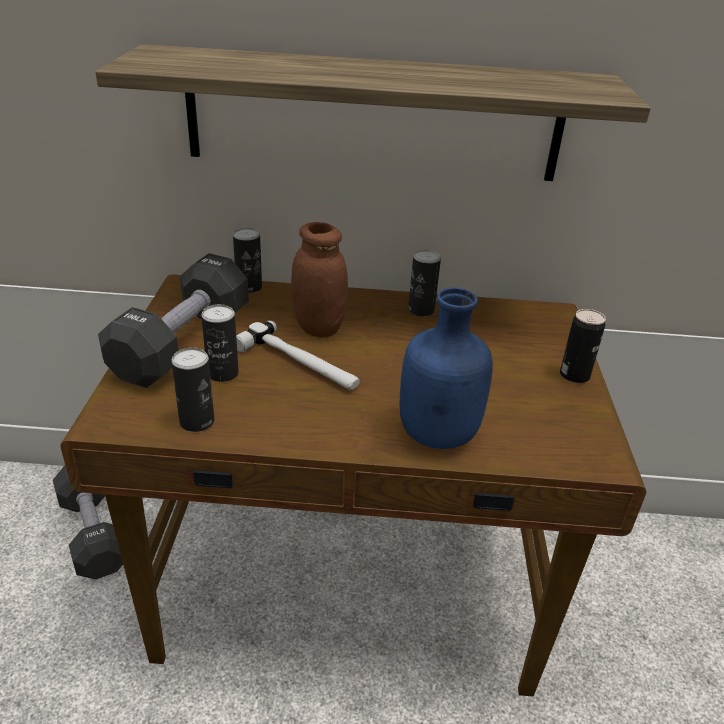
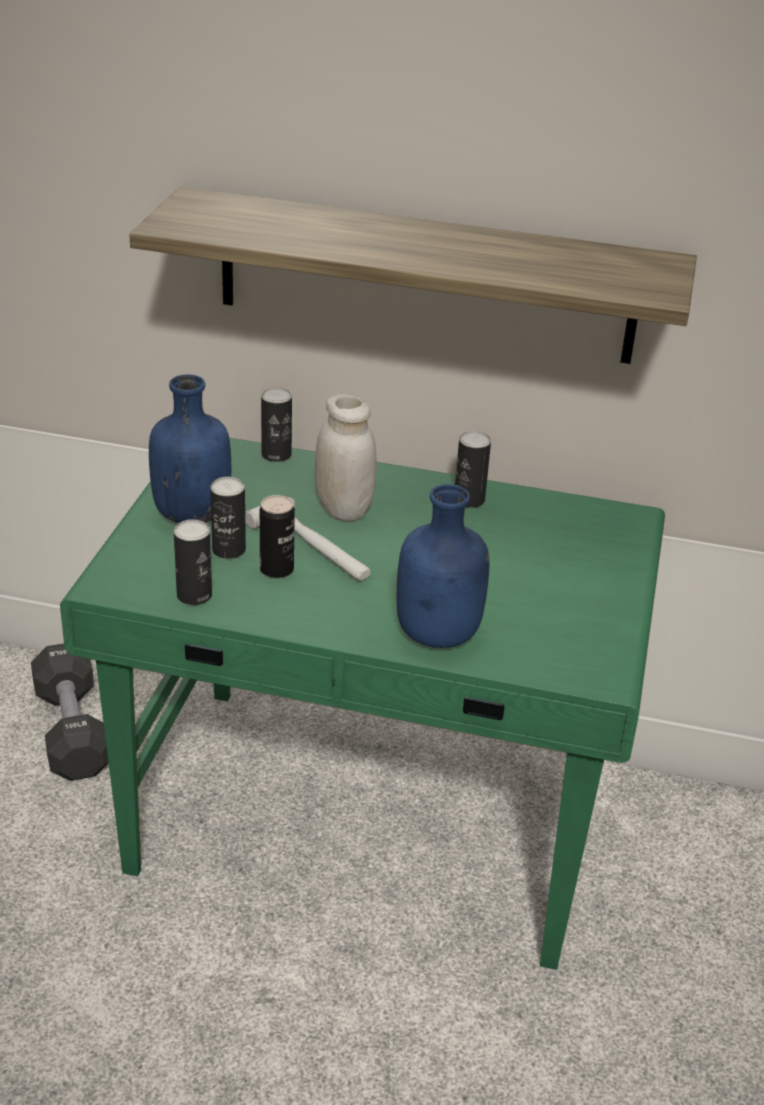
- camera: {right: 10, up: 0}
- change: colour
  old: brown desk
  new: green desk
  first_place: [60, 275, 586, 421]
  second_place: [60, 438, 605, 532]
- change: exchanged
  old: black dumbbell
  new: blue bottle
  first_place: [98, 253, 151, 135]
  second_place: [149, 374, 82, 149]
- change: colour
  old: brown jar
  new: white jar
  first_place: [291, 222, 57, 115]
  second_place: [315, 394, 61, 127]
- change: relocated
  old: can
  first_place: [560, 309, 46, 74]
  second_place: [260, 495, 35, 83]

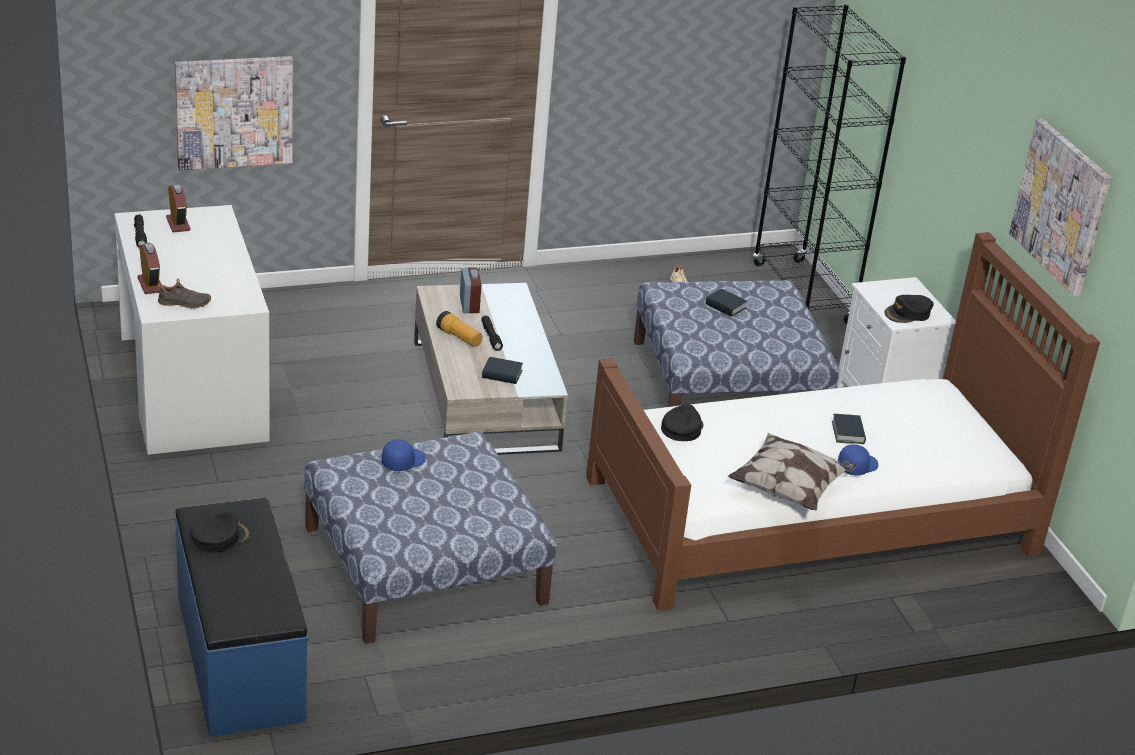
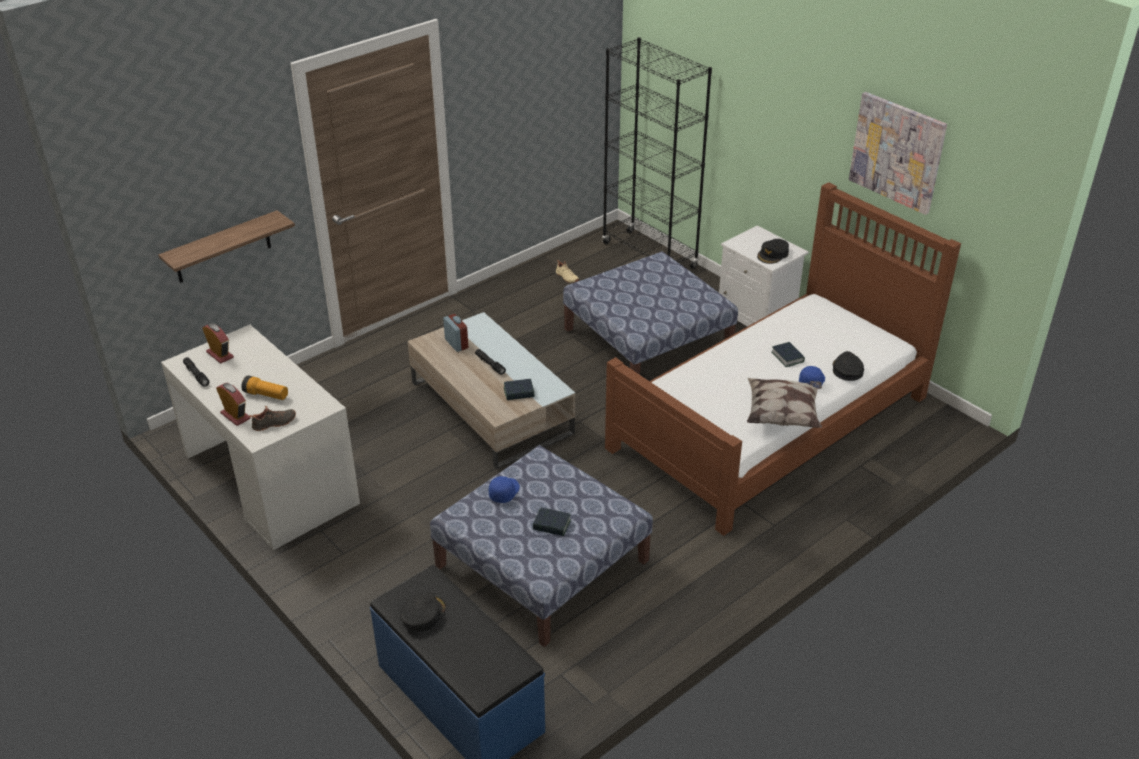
- camera: {right: -20, up: 5}
- change: exchanged
  old: picture
  new: shelf
  first_place: [175, 56, 118, 114]
  second_place: [158, 210, 137, 73]
- change: relocated
  old: flashlight
  first_place: [436, 311, 46, 36]
  second_place: [241, 375, 47, 25]
- change: relocated
  old: black cap
  first_place: [661, 404, 42, 37]
  second_place: [833, 351, 31, 30]
- change: relocated
  old: book
  first_place: [705, 289, 42, 28]
  second_place: [533, 508, 38, 28]

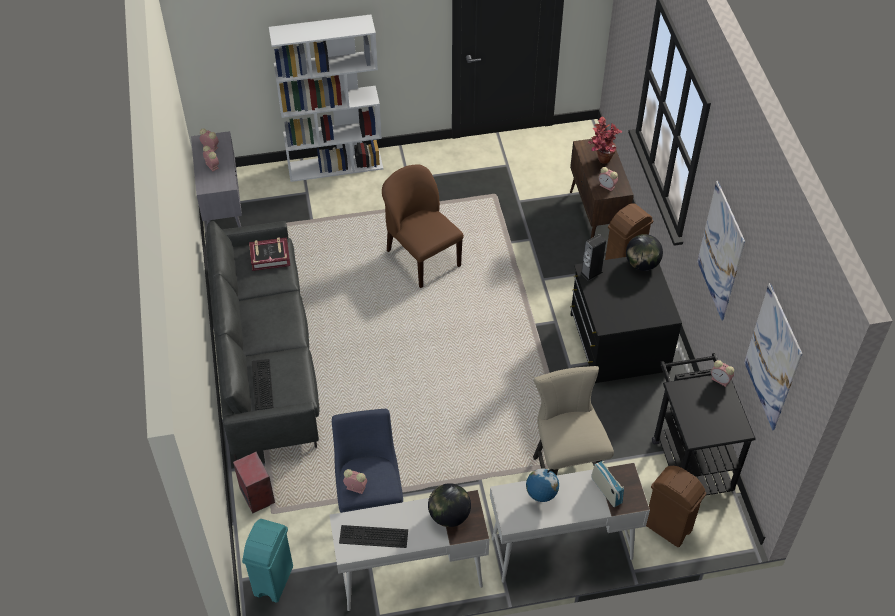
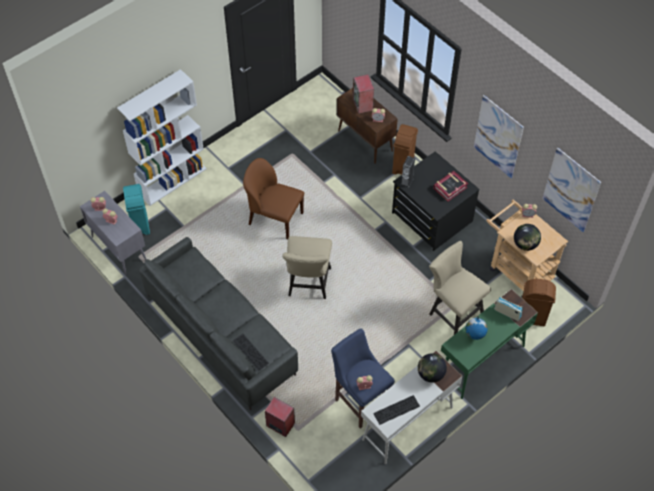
- camera: {right: -30, up: 5}
- change: relocated
  old: turquoise trash can
  first_place: [242, 519, 51, 84]
  second_place: [123, 184, 27, 51]
- change: relocated
  old: book
  first_place: [249, 237, 41, 34]
  second_place: [433, 171, 35, 30]
- change: colour
  old: white desk
  new: green desk
  first_place: [490, 463, 160, 120]
  second_place: [441, 289, 97, 110]
- change: exchanged
  old: potted plant
  new: speaker
  first_place: [588, 117, 35, 47]
  second_place: [353, 74, 21, 40]
- change: relocated
  old: globe
  first_place: [626, 234, 37, 37]
  second_place: [514, 224, 27, 27]
- change: colour
  old: black cart
  new: beige cart
  first_place: [652, 353, 104, 143]
  second_place: [486, 200, 82, 98]
- change: appeared
  new: beige chair
  second_place: [282, 236, 50, 63]

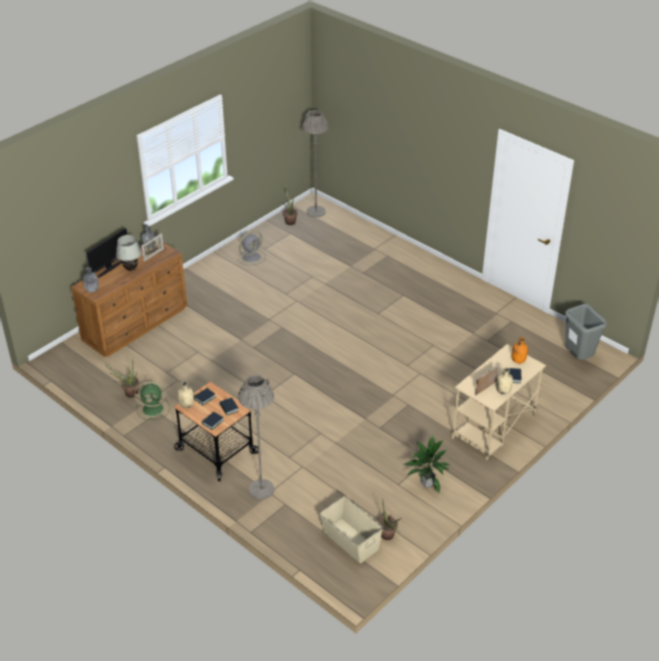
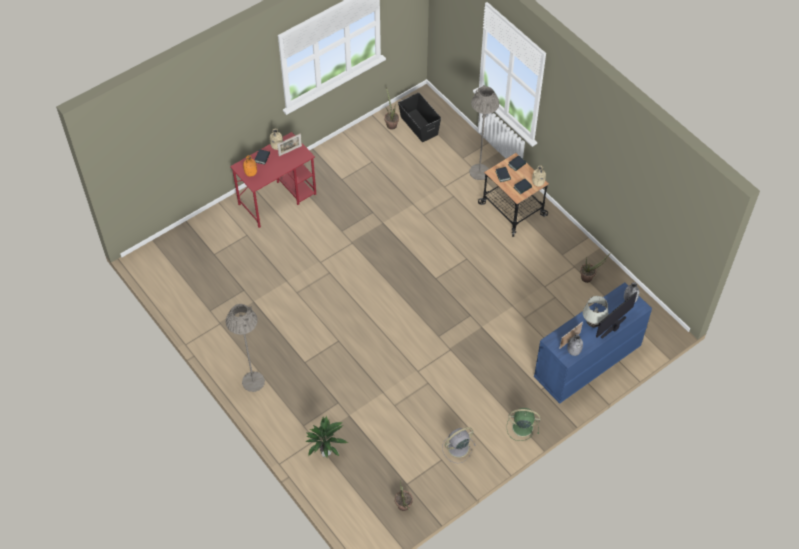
- camera: {right: -170, up: 15}
- change: colour
  old: brown dresser
  new: blue dresser
  first_place: [71, 242, 117, 115]
  second_place: [534, 282, 118, 122]
- change: relocated
  old: green fan
  first_place: [134, 382, 36, 38]
  second_place: [507, 408, 33, 33]
- change: relocated
  old: grey floor lamp
  first_place: [302, 110, 26, 107]
  second_place: [226, 304, 39, 88]
- change: colour
  old: beige storage box
  new: black storage box
  first_place: [320, 496, 63, 67]
  second_place: [398, 93, 43, 49]
- change: relocated
  old: potted plant
  first_place: [403, 435, 47, 58]
  second_place: [305, 416, 43, 42]
- change: colour
  old: beige desk
  new: red desk
  first_place: [452, 344, 94, 116]
  second_place: [230, 132, 86, 96]
- change: missing
  old: grey trash can
  first_place: [565, 304, 42, 56]

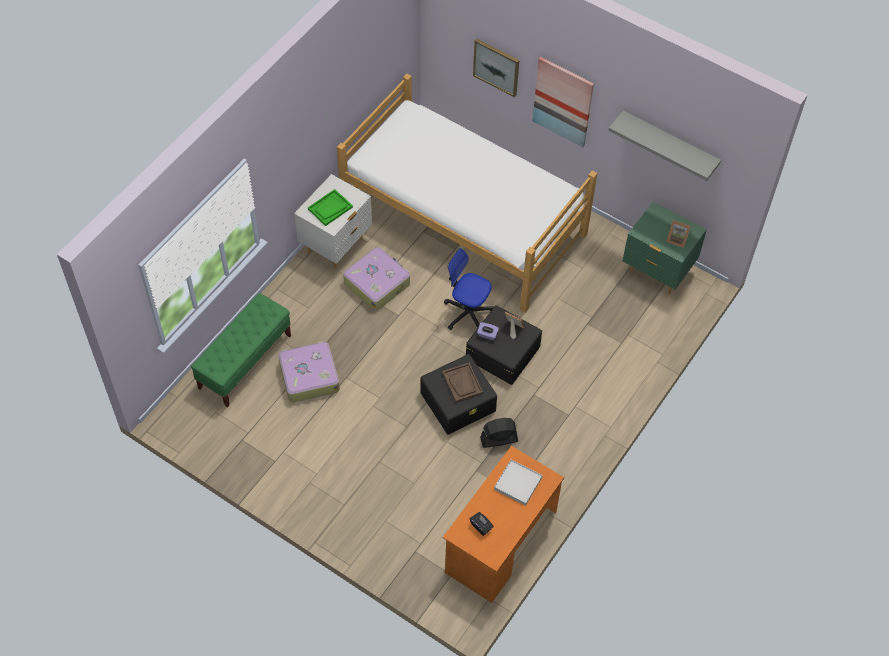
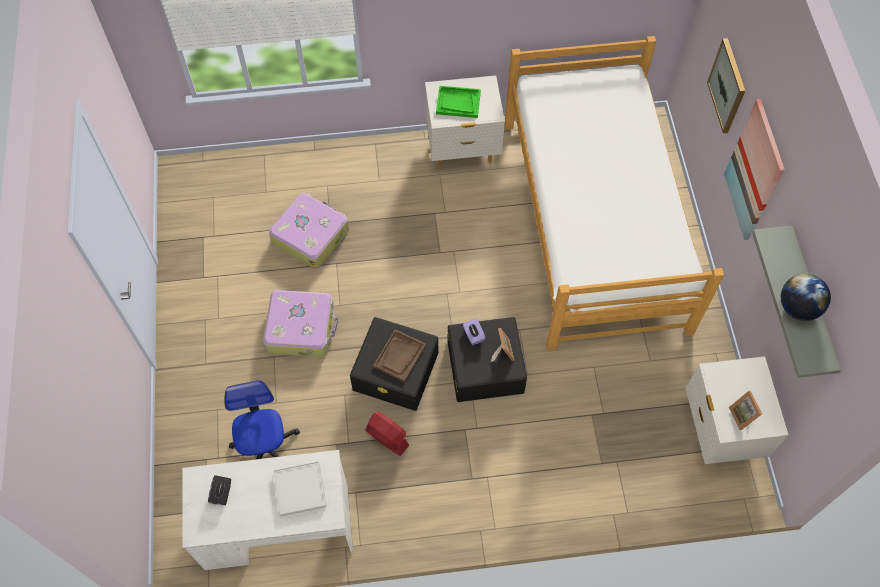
- camera: {right: 50, up: 5}
- change: missing
  old: green bench
  first_place: [191, 293, 100, 115]
- change: relocated
  old: suitcase
  first_place: [343, 247, 67, 64]
  second_place: [263, 290, 75, 67]
- change: colour
  old: orange desk
  new: white desk
  first_place: [443, 446, 121, 157]
  second_place: [182, 450, 171, 120]
- change: relocated
  old: office chair
  first_place: [444, 248, 51, 82]
  second_place: [224, 380, 76, 79]
- change: colour
  old: black fan
  new: red fan
  first_place: [480, 418, 38, 30]
  second_place: [366, 411, 43, 45]
- change: colour
  old: green nightstand
  new: white nightstand
  first_place: [623, 202, 84, 92]
  second_place: [686, 356, 102, 108]
- change: appeared
  new: globe
  second_place: [781, 274, 50, 47]

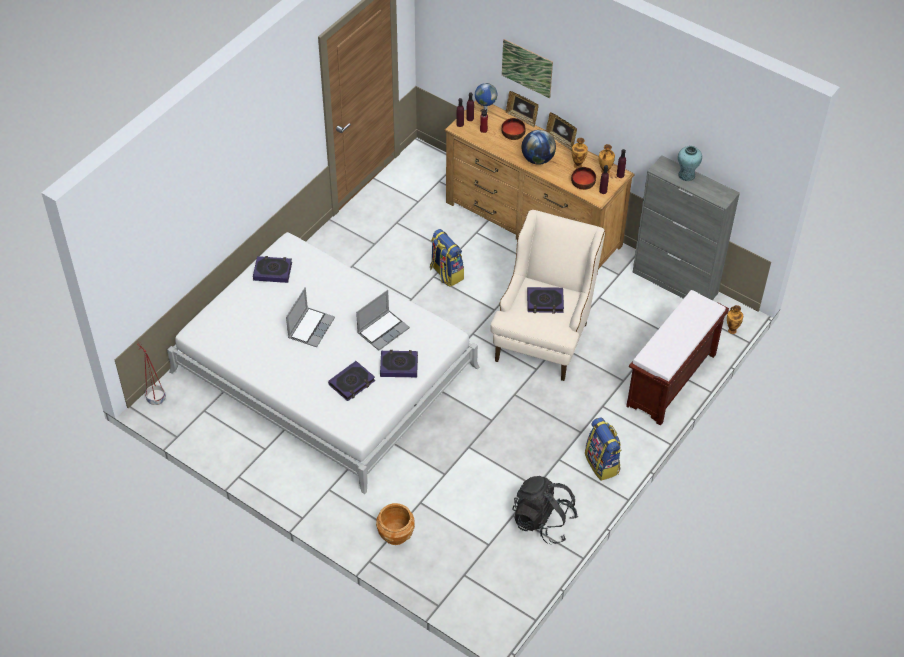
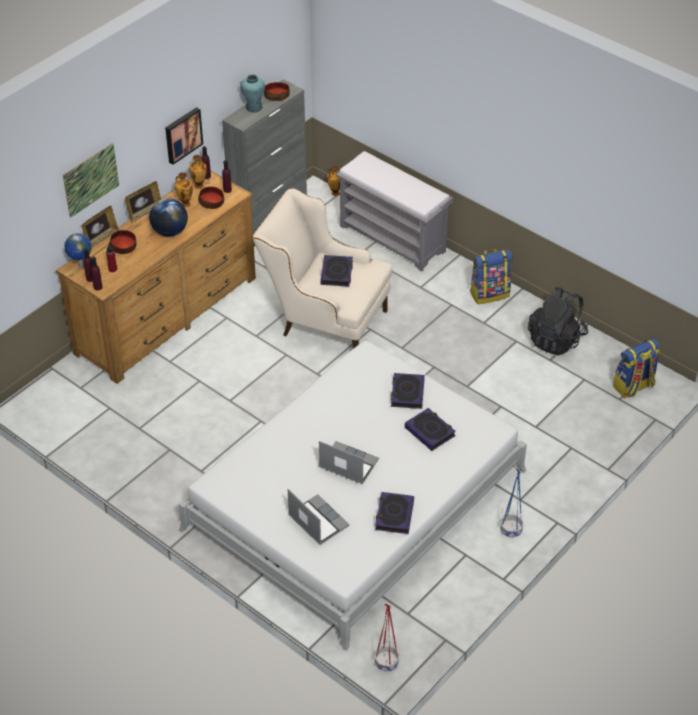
- camera: {right: -85, up: -5}
- change: relocated
  old: book
  first_place: [253, 256, 39, 27]
  second_place: [375, 492, 39, 42]
- change: relocated
  old: laptop
  first_place: [356, 290, 54, 60]
  second_place: [288, 489, 61, 56]
- change: missing
  old: brown planter
  first_place: [376, 503, 39, 42]
- change: relocated
  old: backpack
  first_place: [430, 229, 34, 58]
  second_place: [613, 338, 47, 60]
- change: colour
  old: brown bench
  new: grey bench
  first_place: [626, 290, 103, 136]
  second_place: [336, 151, 117, 121]
- change: appeared
  new: picture
  second_place: [165, 107, 38, 58]
- change: appeared
  new: bowl
  second_place: [264, 82, 26, 19]
- change: appeared
  new: blue planter
  second_place: [500, 469, 23, 69]

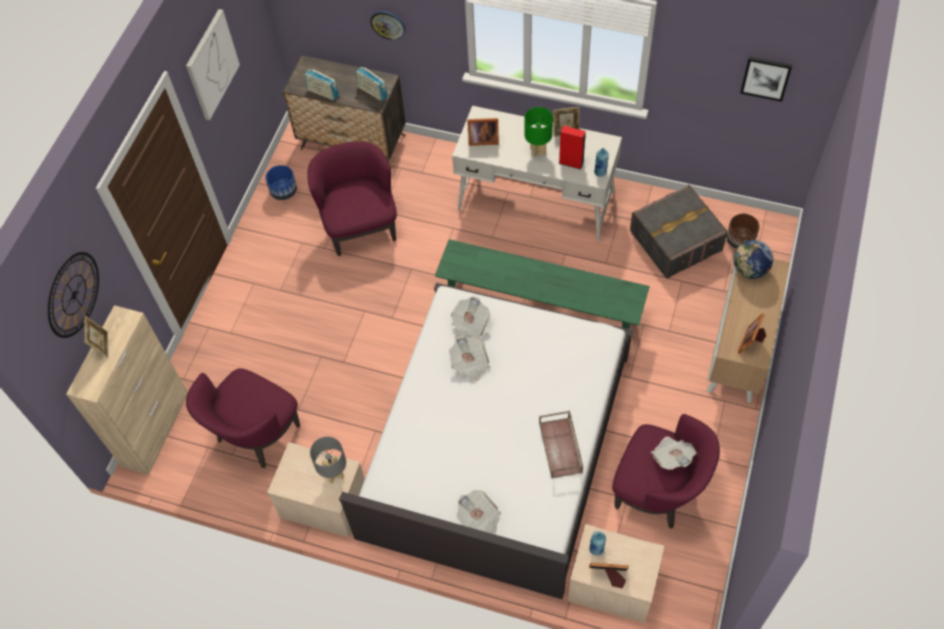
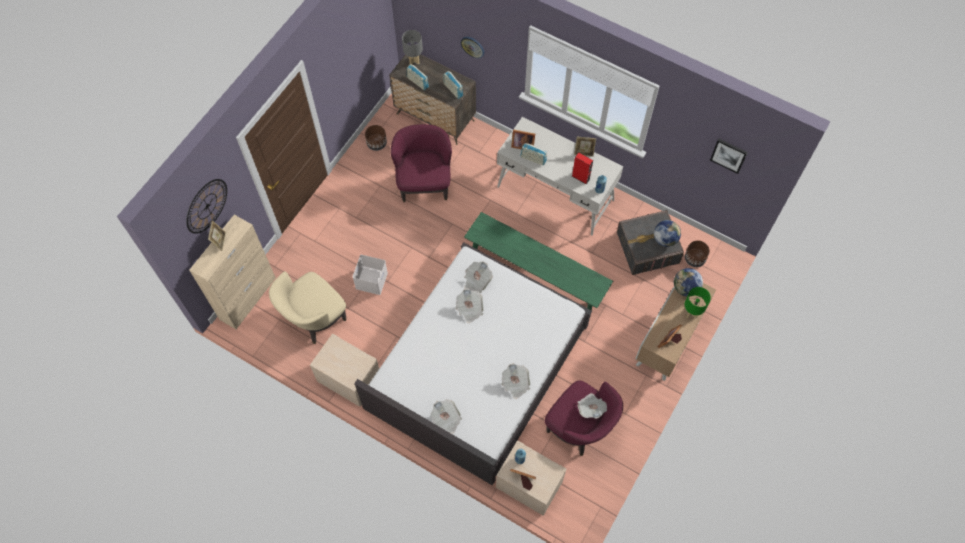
- camera: {right: 10, up: 5}
- change: missing
  old: picture
  first_place: [186, 9, 54, 111]
- change: colour
  old: purple armchair
  new: beige armchair
  first_place: [186, 368, 114, 100]
  second_place: [269, 271, 77, 73]
- change: colour
  old: blue planter
  new: brown planter
  first_place: [265, 165, 32, 35]
  second_place: [365, 125, 22, 26]
- change: relocated
  old: grey table lamp
  first_place: [310, 436, 36, 48]
  second_place: [402, 30, 21, 34]
- change: relocated
  old: green table lamp
  first_place: [524, 107, 29, 51]
  second_place: [685, 287, 26, 32]
- change: exchanged
  old: brown tray
  new: newspaper
  first_place: [539, 411, 44, 68]
  second_place: [502, 363, 28, 36]
- change: appeared
  new: white storage box
  second_place: [352, 255, 36, 40]
- change: appeared
  new: radio
  second_place: [520, 143, 27, 22]
- change: appeared
  new: globe
  second_place: [654, 220, 27, 27]

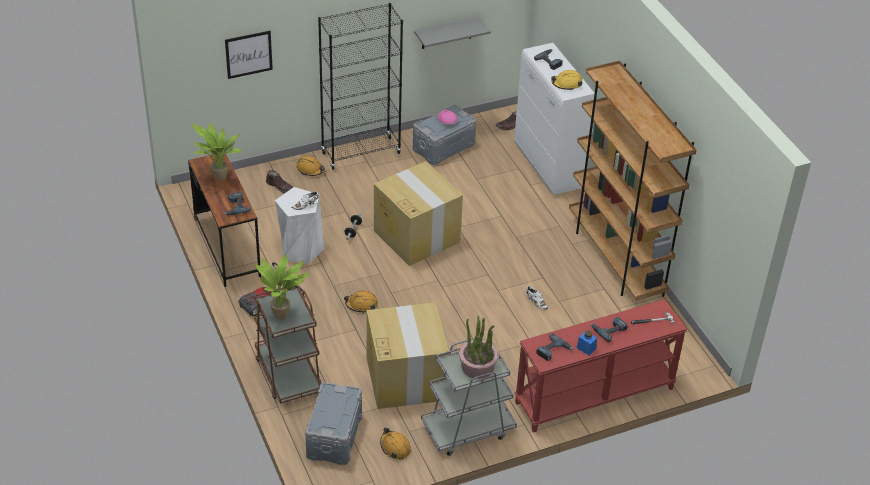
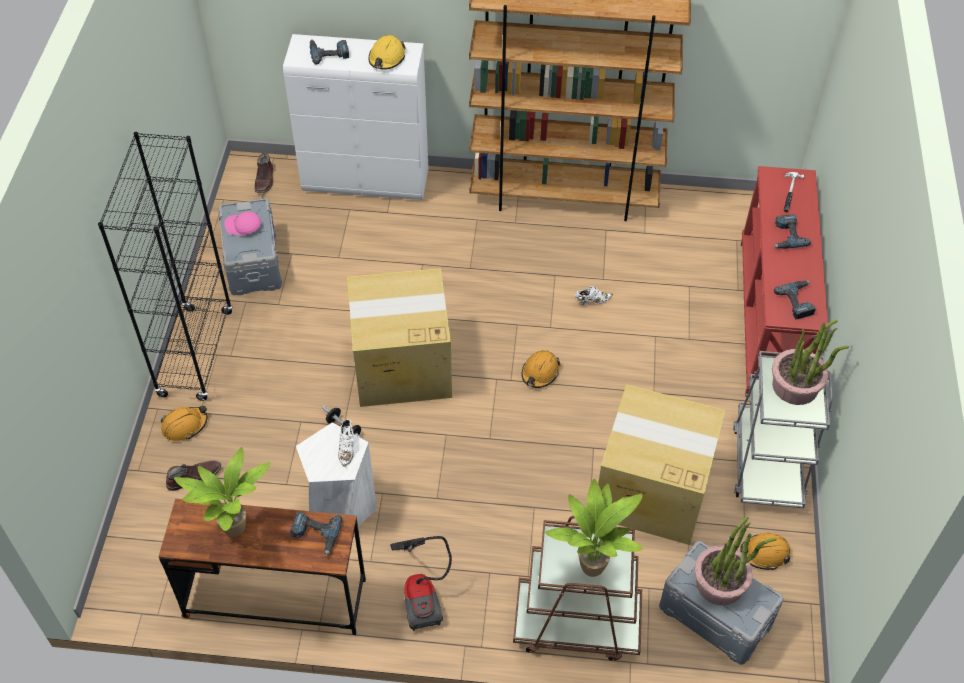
- camera: {right: -60, up: 10}
- change: missing
  old: picture
  first_place: [225, 31, 48, 48]
- change: relocated
  old: orange hard hat
  first_place: [344, 291, 34, 22]
  second_place: [521, 350, 39, 38]
- change: missing
  old: grey shelf
  first_place: [414, 17, 77, 32]
- change: missing
  old: blue jar
  first_place: [577, 331, 20, 24]
- change: appeared
  new: potted plant
  second_place: [694, 516, 83, 89]

